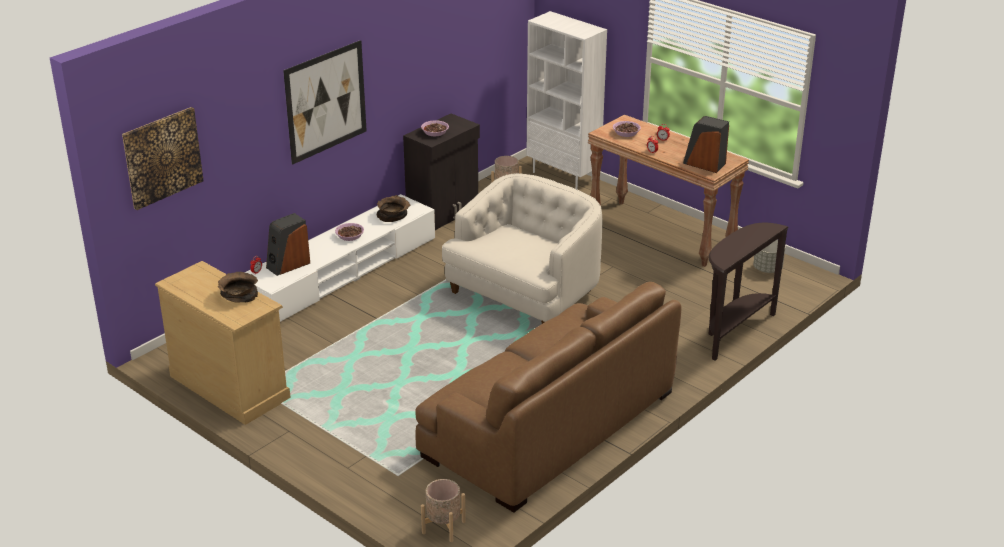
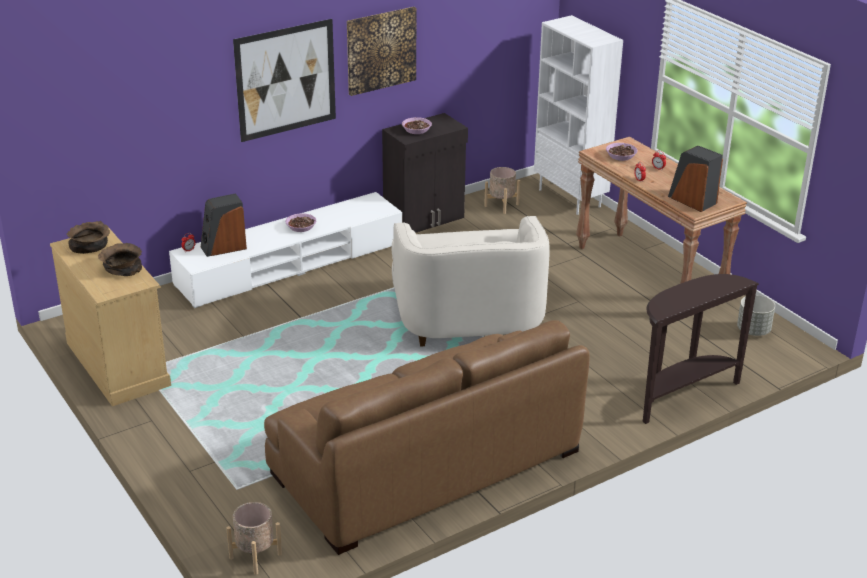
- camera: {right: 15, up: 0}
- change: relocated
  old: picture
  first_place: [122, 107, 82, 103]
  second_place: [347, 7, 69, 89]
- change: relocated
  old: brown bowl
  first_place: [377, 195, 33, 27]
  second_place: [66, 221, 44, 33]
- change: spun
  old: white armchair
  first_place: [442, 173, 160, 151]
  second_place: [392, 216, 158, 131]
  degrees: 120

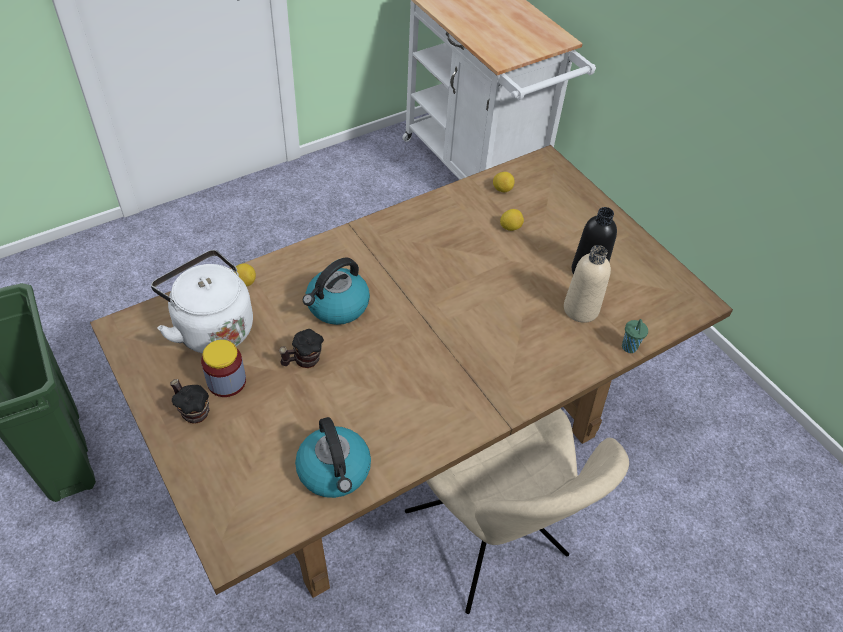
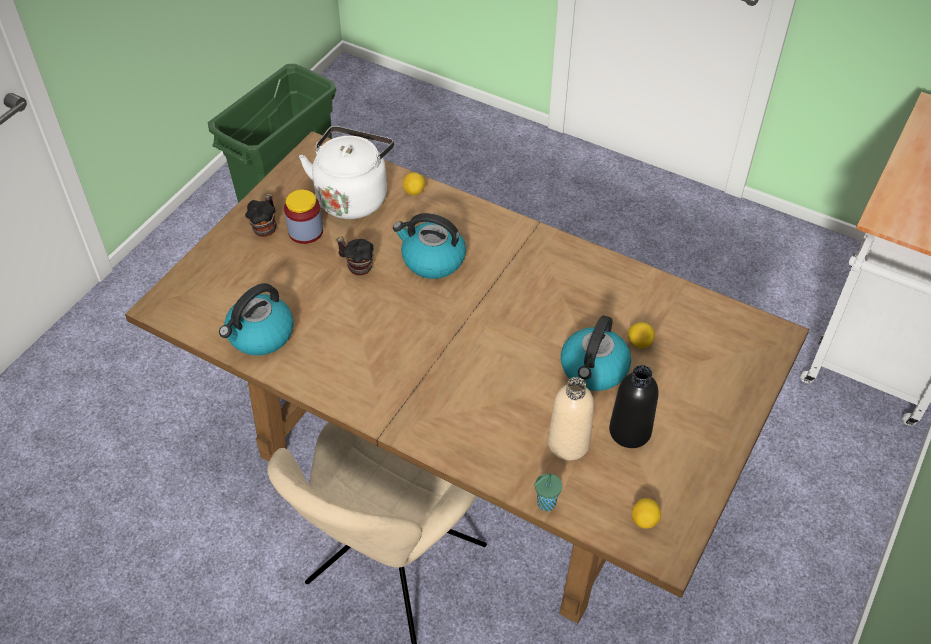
- camera: {right: 65, up: 0}
- change: relocated
  old: lemon
  first_place: [493, 172, 22, 20]
  second_place: [632, 498, 29, 31]
- change: appeared
  new: kettle
  second_place: [561, 315, 70, 76]

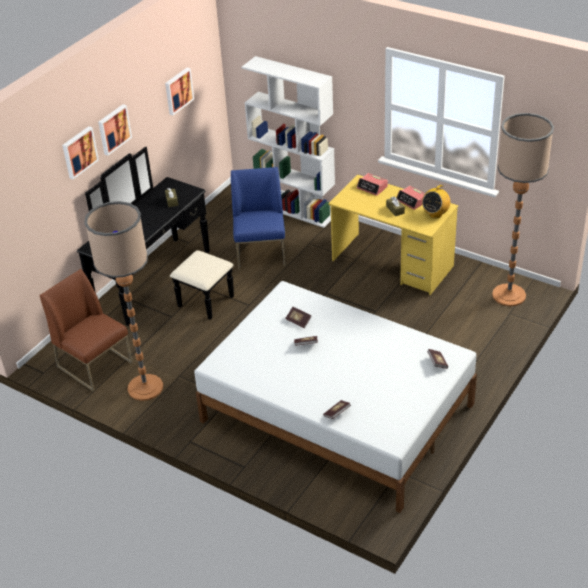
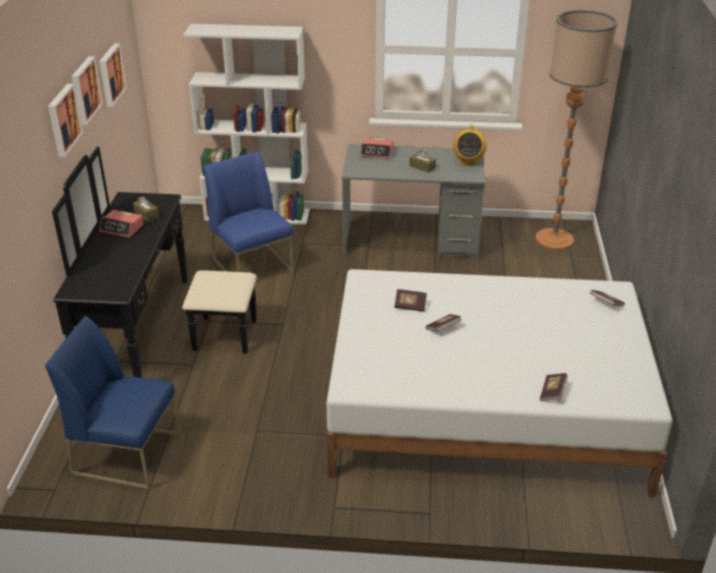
- camera: {right: -30, up: -5}
- change: colour
  old: brown chair
  new: blue chair
  first_place: [39, 269, 94, 123]
  second_place: [45, 316, 135, 174]
- change: relocated
  old: picture
  first_place: [62, 126, 37, 53]
  second_place: [72, 56, 31, 69]
- change: missing
  old: floor lamp
  first_place: [84, 201, 79, 200]
- change: colour
  old: yellow desk
  new: grey desk
  first_place: [328, 174, 130, 121]
  second_place: [342, 144, 143, 116]
- change: relocated
  old: alarm clock
  first_place: [396, 186, 29, 24]
  second_place: [99, 210, 45, 28]

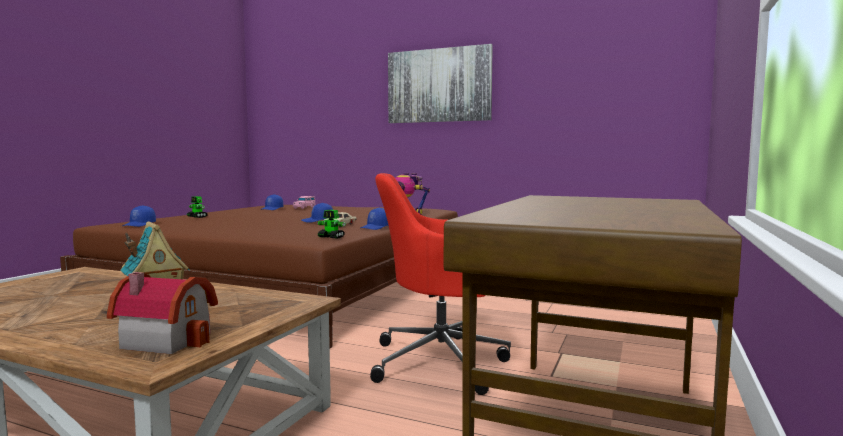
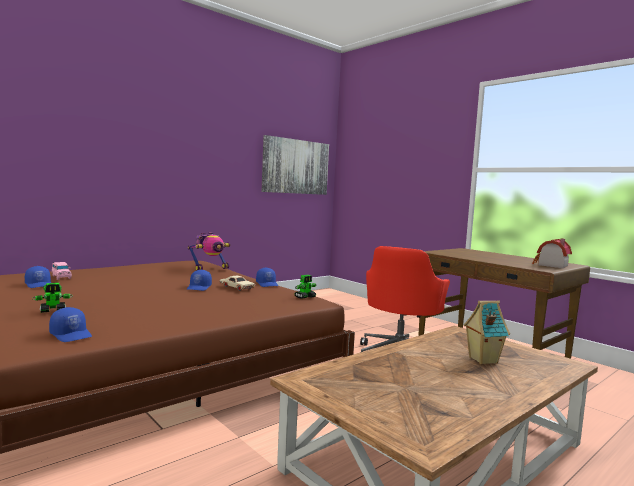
- camera: {right: -65, up: 0}
- change: relocated
  old: toy house
  first_place: [107, 272, 111, 82]
  second_place: [532, 238, 40, 30]
- change: relocated
  old: picture
  first_place: [388, 44, 105, 79]
  second_place: [262, 135, 67, 60]

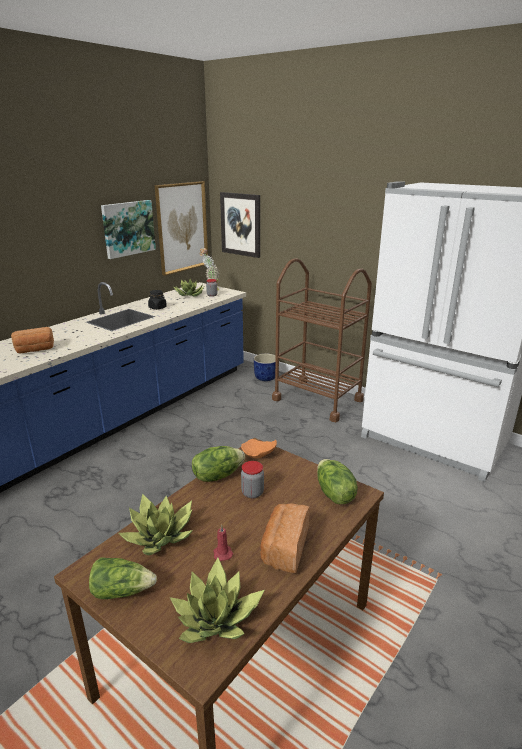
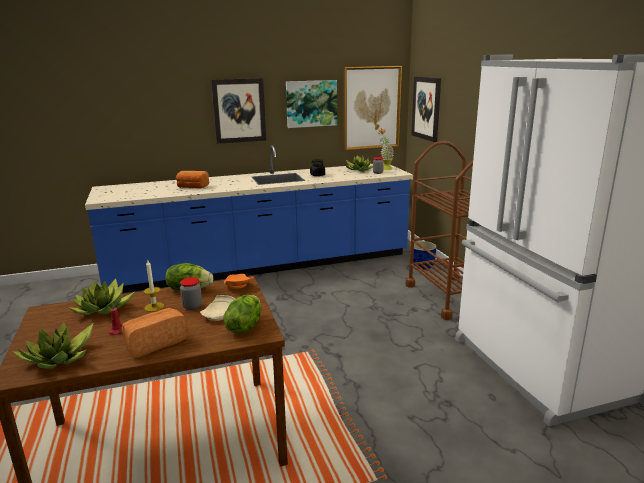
- camera: {right: 35, up: -5}
- change: missing
  old: lettuce
  first_place: [89, 557, 68, 42]
- change: appeared
  new: candle
  second_place: [144, 261, 20, 51]
- change: appeared
  new: beige plate
  second_place: [200, 295, 35, 26]
- change: appeared
  new: picture
  second_place: [211, 78, 55, 66]

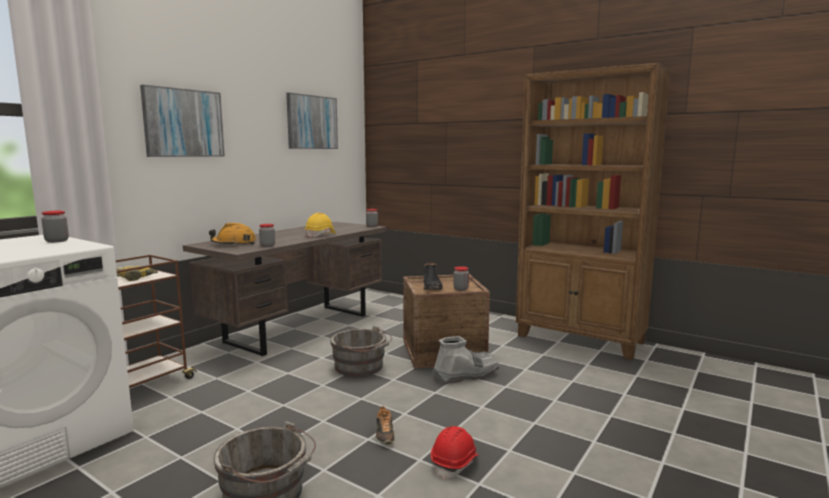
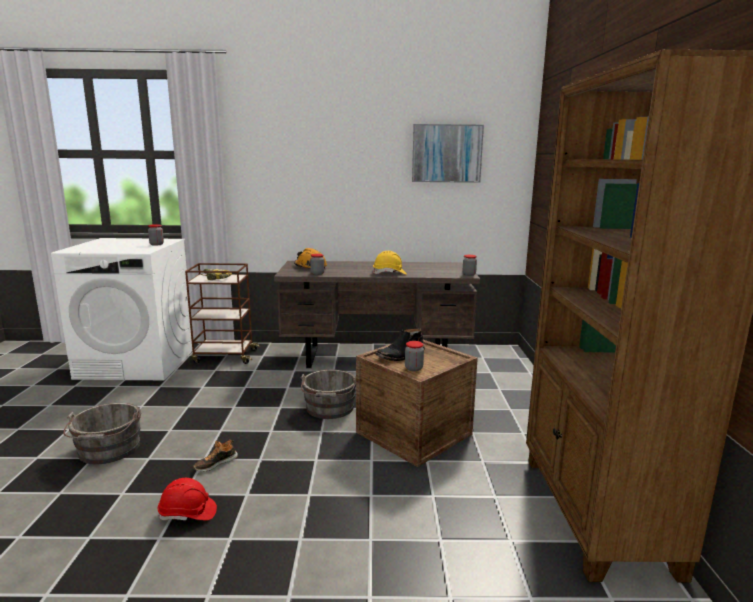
- camera: {right: 55, up: 5}
- change: missing
  old: picture
  first_place: [140, 85, 85, 72]
- change: missing
  old: grey boot
  first_place: [433, 336, 66, 48]

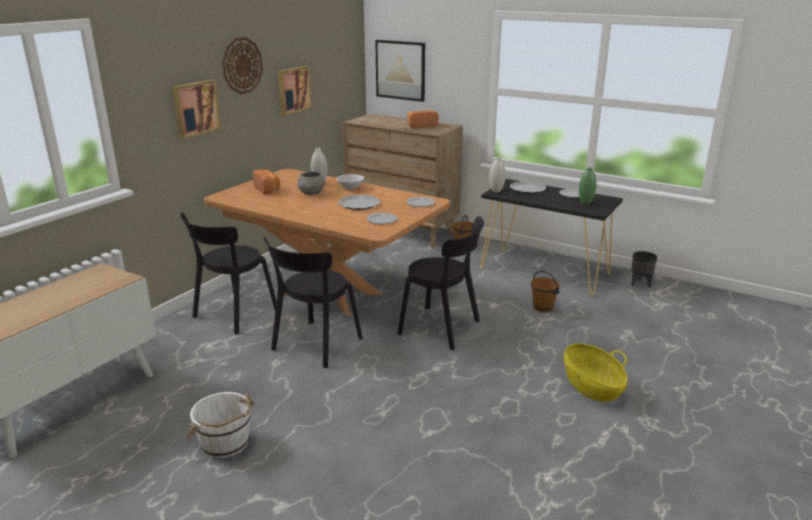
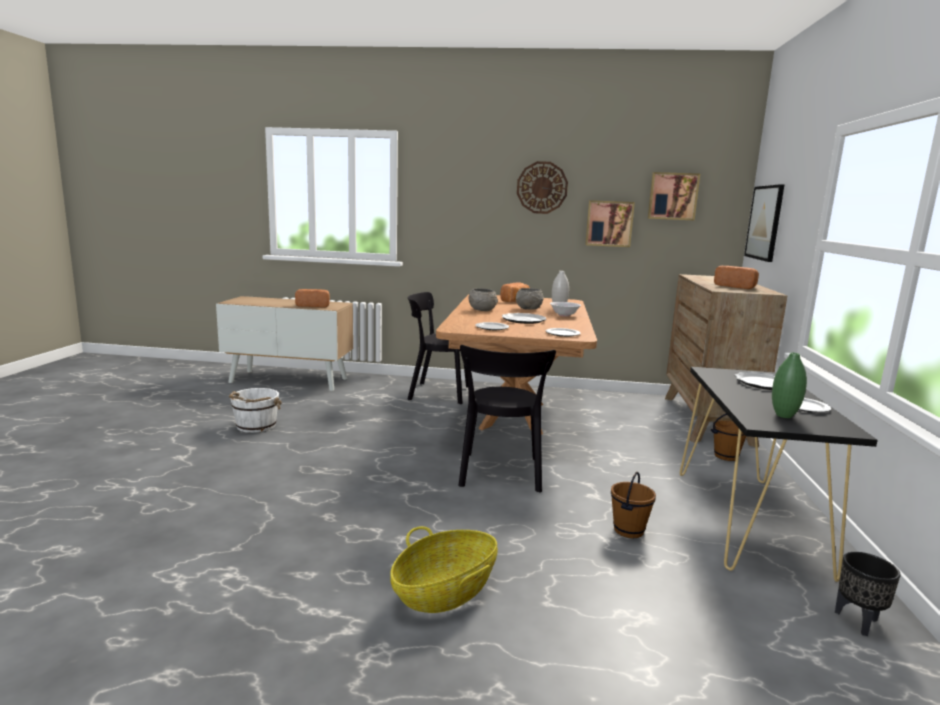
- camera: {right: 65, up: -10}
- change: relocated
  old: picture
  first_place: [172, 80, 49, 59]
  second_place: [648, 172, 52, 49]
- change: missing
  old: black chair
  first_place: [263, 237, 99, 131]
- change: missing
  old: white vase
  first_place: [489, 157, 16, 35]
- change: appeared
  new: bread
  second_place: [295, 289, 35, 18]
- change: appeared
  new: grey bowl
  second_place: [469, 288, 29, 23]

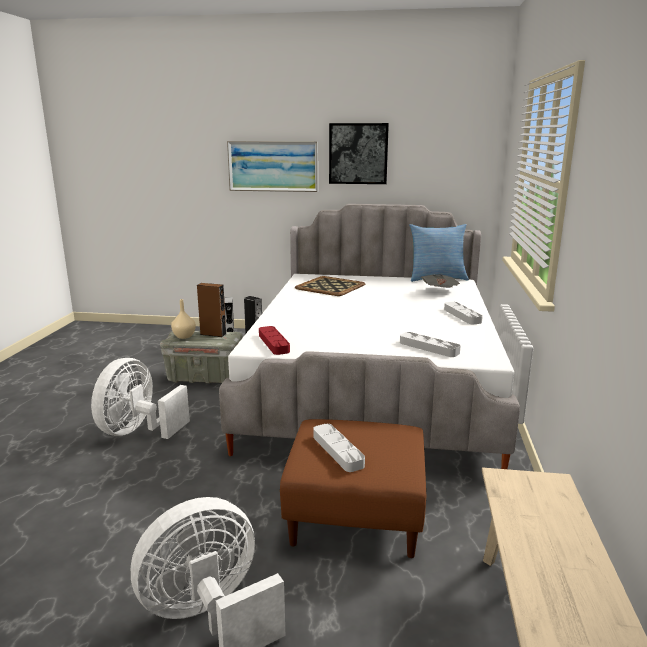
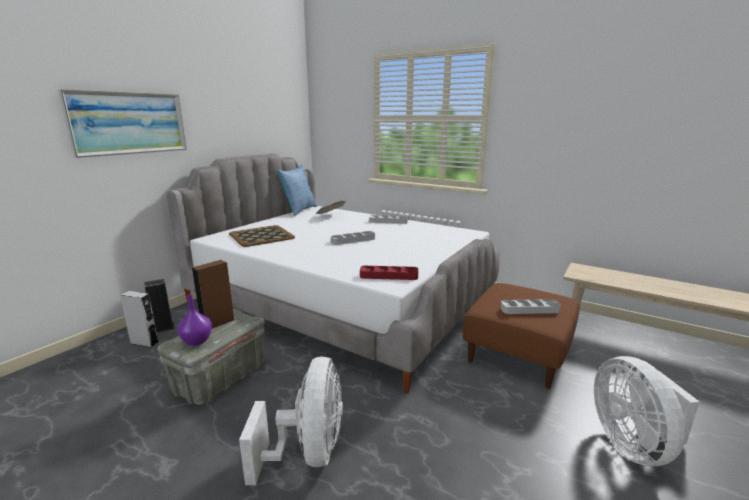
- camera: {right: -65, up: 0}
- change: spun
  old: white fan
  first_place: [91, 358, 99, 81]
  second_place: [239, 357, 104, 128]
  degrees: -135
- change: colour
  old: beige vase
  new: purple vase
  first_place: [171, 299, 25, 40]
  second_place: [178, 294, 34, 52]
- change: missing
  old: picture
  first_place: [329, 123, 60, 61]
- change: relocated
  old: grey tray
  first_place: [400, 332, 61, 25]
  second_place: [331, 231, 44, 14]

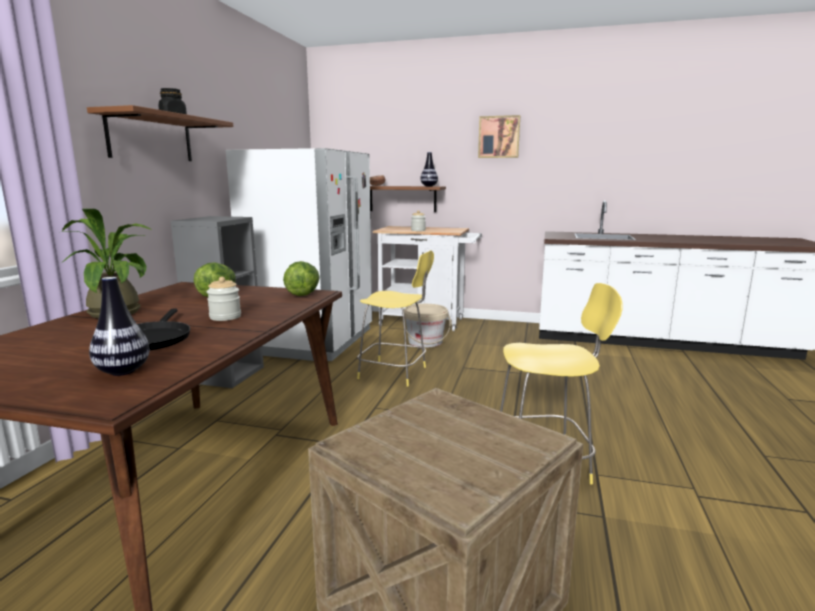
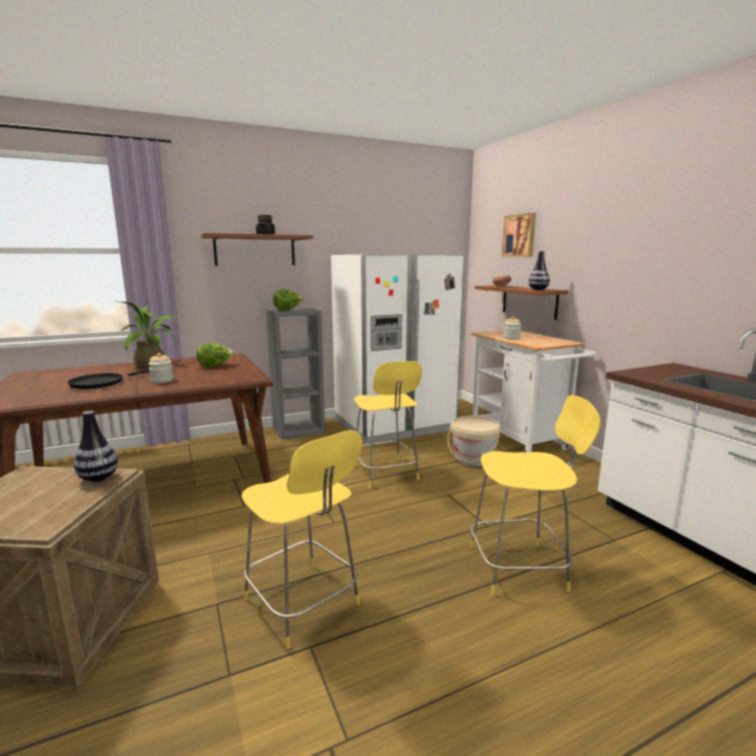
- camera: {right: 50, up: 0}
- change: relocated
  old: vase
  first_place: [89, 277, 60, 99]
  second_place: [74, 411, 44, 71]
- change: relocated
  old: lettuce
  first_place: [283, 261, 37, 35]
  second_place: [273, 289, 30, 21]
- change: relocated
  old: picture
  first_place: [478, 115, 42, 43]
  second_place: [502, 213, 34, 44]
- change: appeared
  new: yellow stool
  second_place: [470, 395, 130, 201]

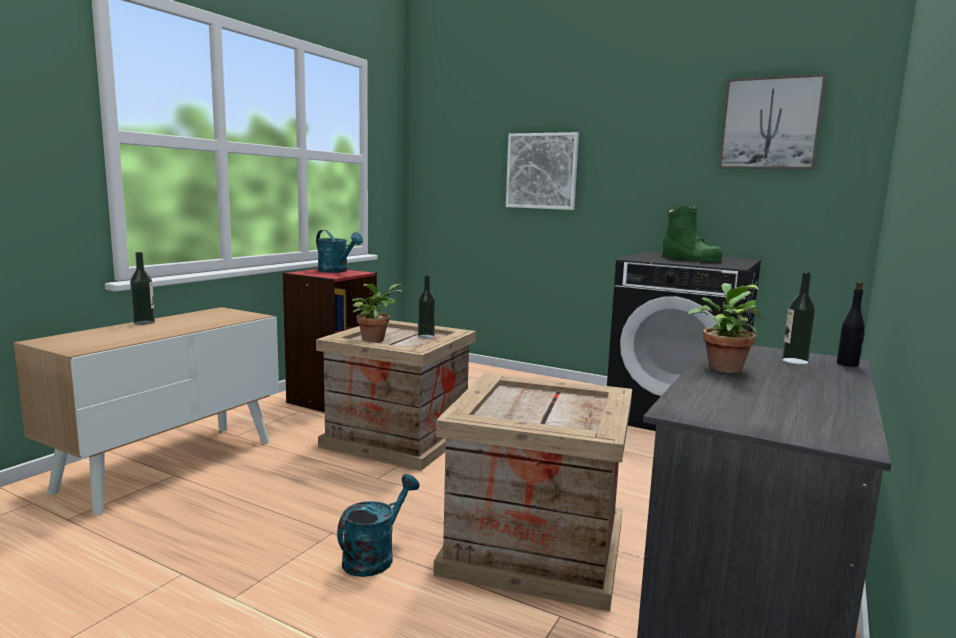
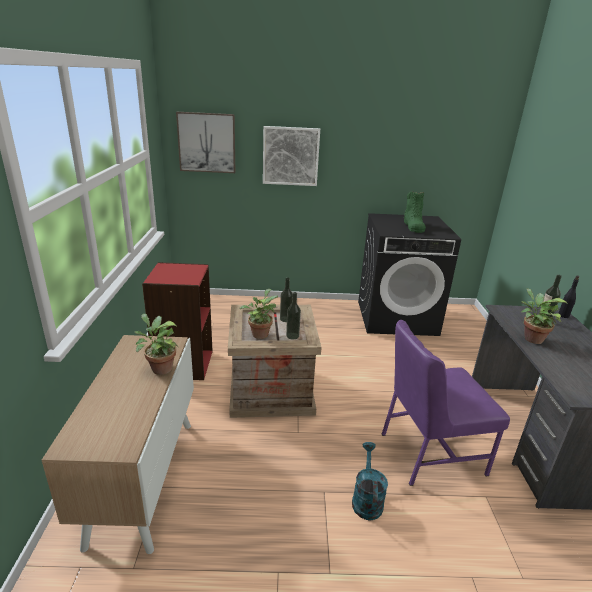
- camera: {right: -30, up: 15}
- change: relocated
  old: bottle
  first_place: [130, 252, 25, 73]
  second_place: [286, 292, 15, 47]
- change: missing
  old: turquoise watering can
  first_place: [316, 230, 47, 43]
- change: exchanged
  old: crate
  new: purple chair
  first_place: [433, 373, 199, 238]
  second_place: [382, 320, 128, 166]
- change: spun
  old: green boot
  first_place: [662, 206, 61, 56]
  second_place: [404, 192, 22, 41]
  degrees: 60
- change: relocated
  old: picture
  first_place: [719, 74, 107, 95]
  second_place: [176, 112, 59, 61]
- change: appeared
  new: potted plant
  second_place: [135, 314, 42, 61]

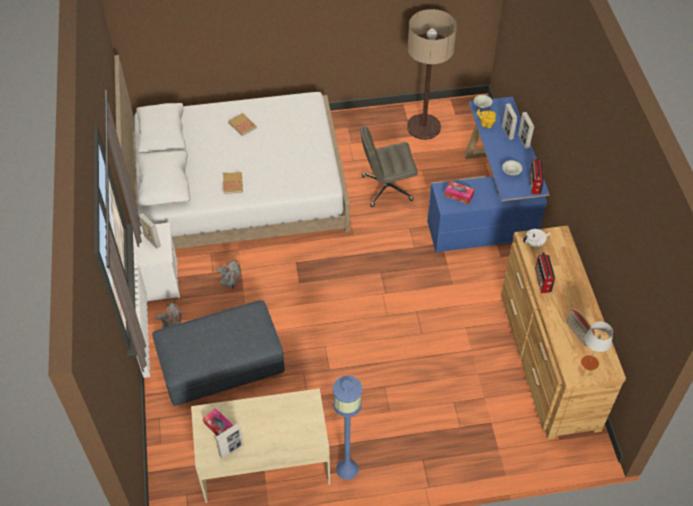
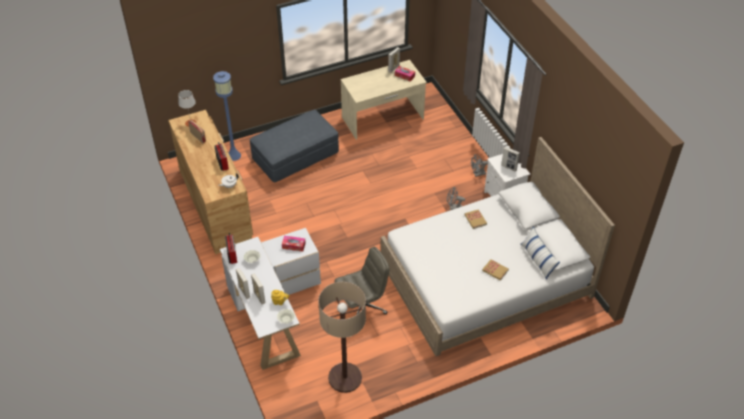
- camera: {right: 165, up: -5}
- change: relocated
  old: grey ottoman
  first_place: [152, 300, 133, 106]
  second_place: [250, 110, 89, 72]
- change: relocated
  old: blue floor lamp
  first_place: [333, 375, 29, 105]
  second_place: [213, 71, 28, 90]
- change: colour
  old: blue desk
  new: white desk
  first_place: [427, 97, 123, 156]
  second_place: [220, 228, 101, 142]
- change: appeared
  new: pillow
  second_place: [520, 227, 40, 53]

